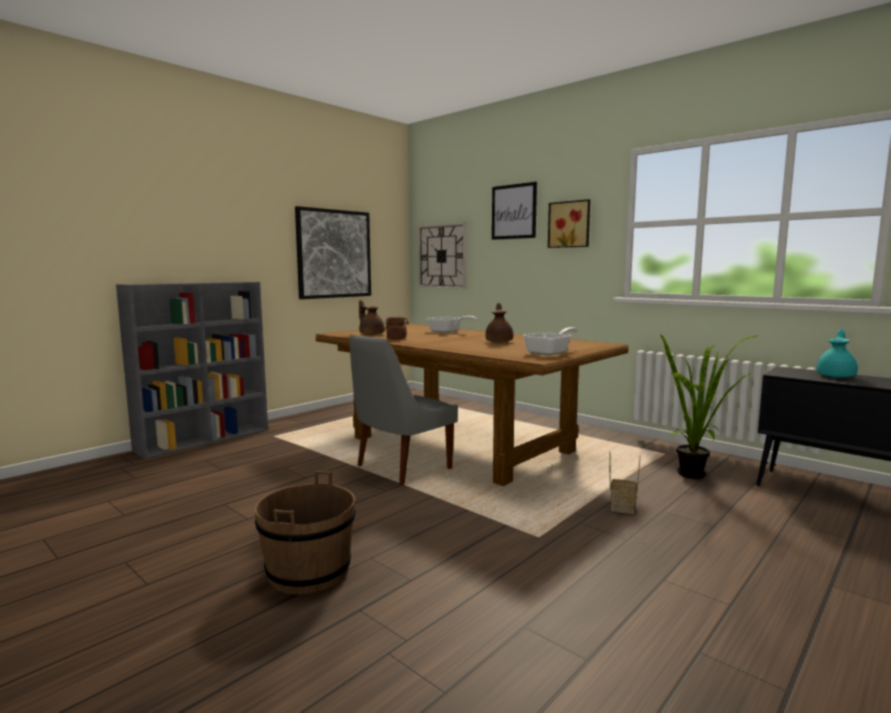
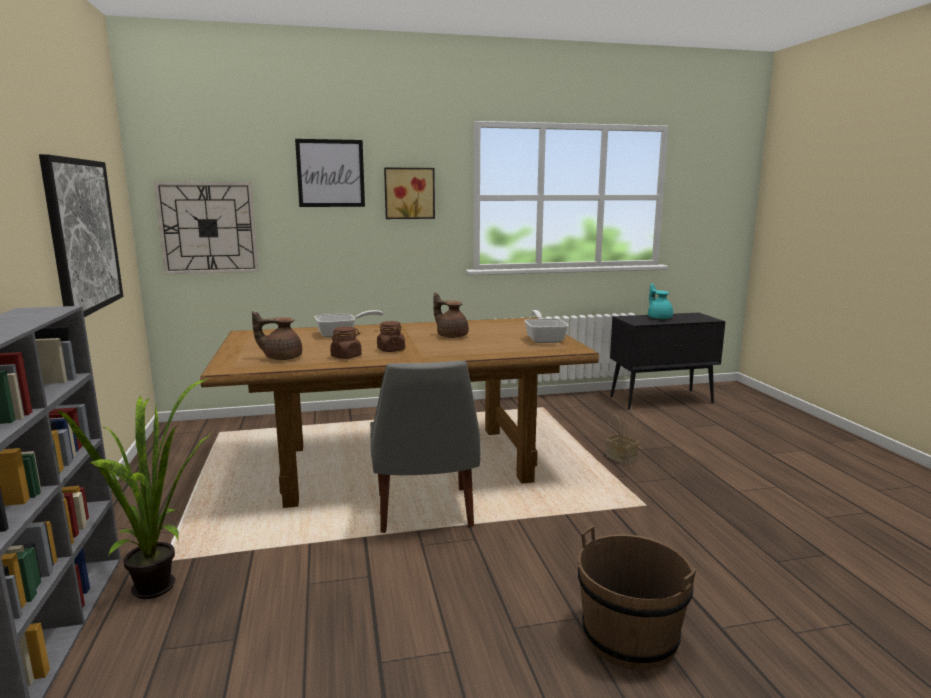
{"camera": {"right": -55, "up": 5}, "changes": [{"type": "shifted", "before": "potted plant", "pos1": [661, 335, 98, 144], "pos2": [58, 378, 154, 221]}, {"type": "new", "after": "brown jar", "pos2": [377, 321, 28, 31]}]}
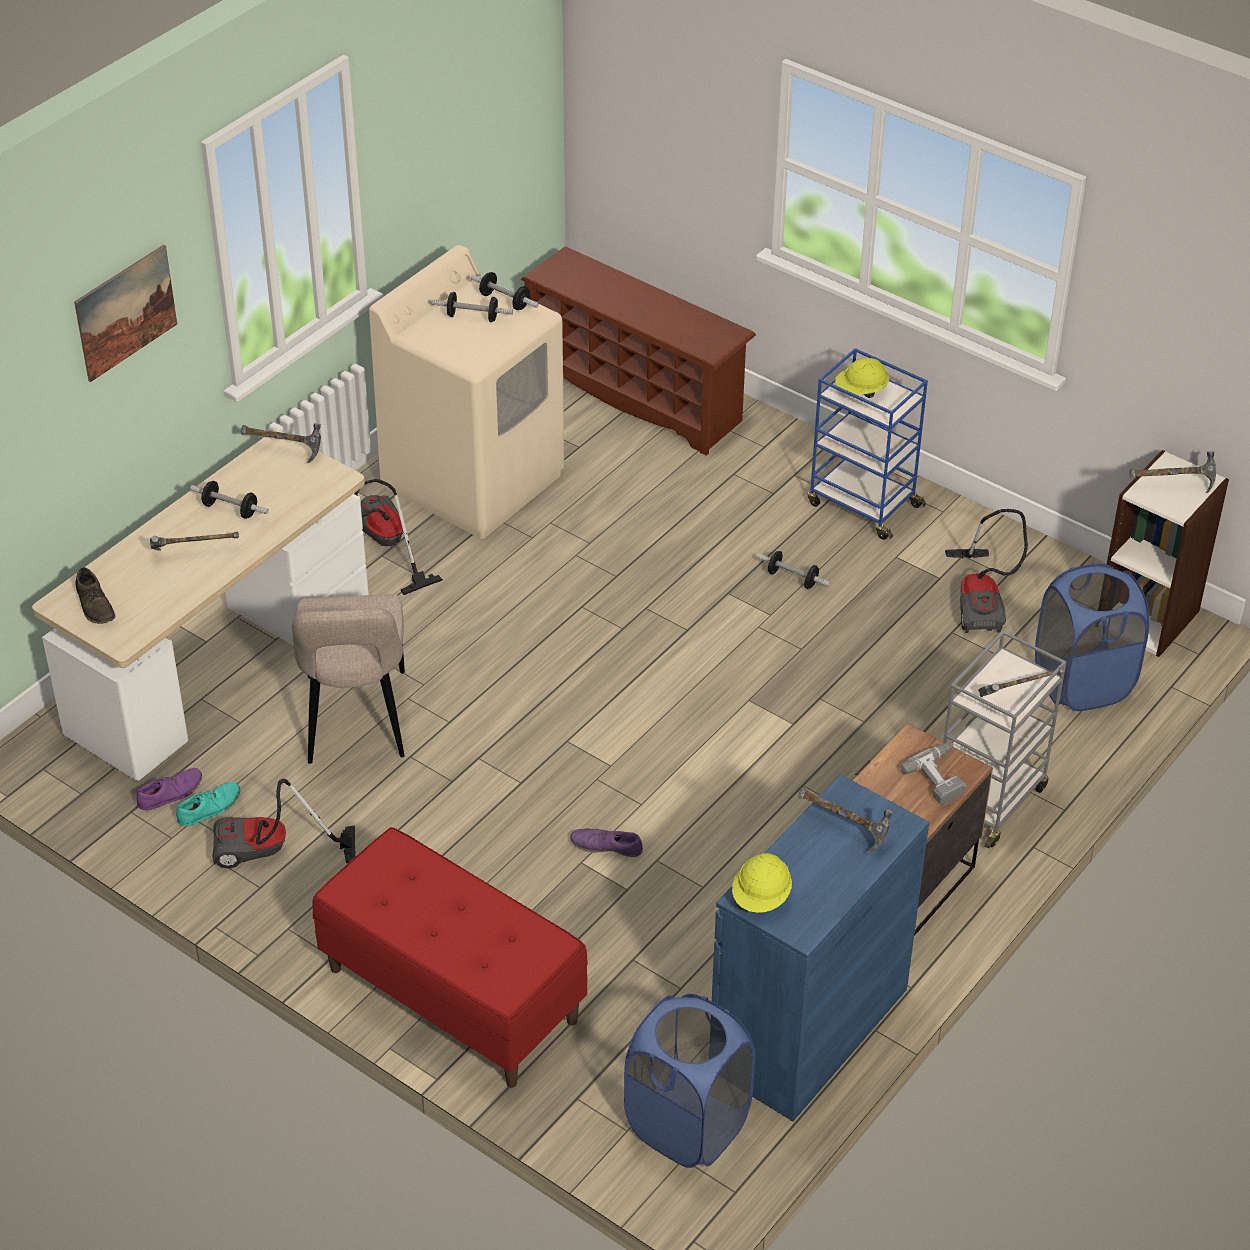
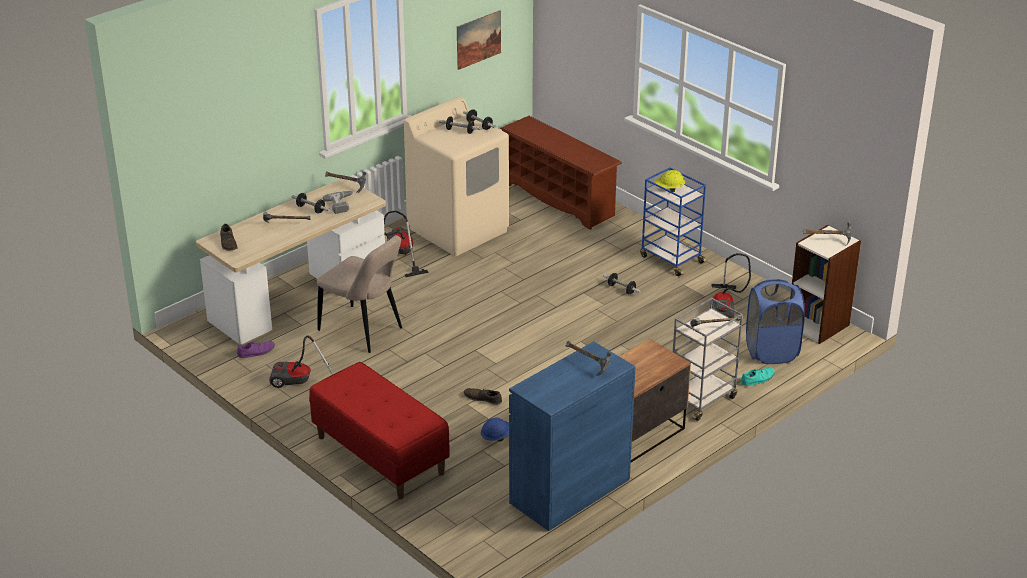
{"camera": {"right": 10, "up": -10}, "changes": [{"type": "rotated", "before": "beige chair", "pos1": [292, 594, 113, 170], "pos2": [317, 235, 85, 118], "turn": -60}, {"type": "shifted", "before": "power drill", "pos1": [901, 743, 65, 63], "pos2": [323, 191, 30, 23]}, {"type": "shifted", "before": "picture", "pos1": [74, 245, 103, 137], "pos2": [457, 11, 44, 59]}, {"type": "repainted", "before": "purple shoe", "after": "brown shoe", "pos1": [570, 828, 73, 29], "pos2": [464, 388, 38, 17]}, {"type": "new", "after": "blue hard hat", "pos2": [481, 418, 28, 24]}, {"type": "shifted", "before": "turquoise shoe", "pos1": [176, 782, 64, 44], "pos2": [741, 367, 34, 19]}, {"type": "gone", "before": "blue laundry basket", "pos1": [624, 994, 131, 174]}, {"type": "gone", "before": "yellow hard hat", "pos1": [732, 853, 60, 60]}]}
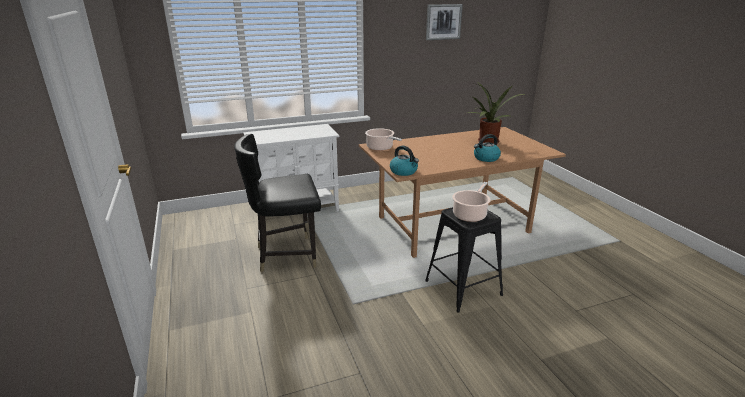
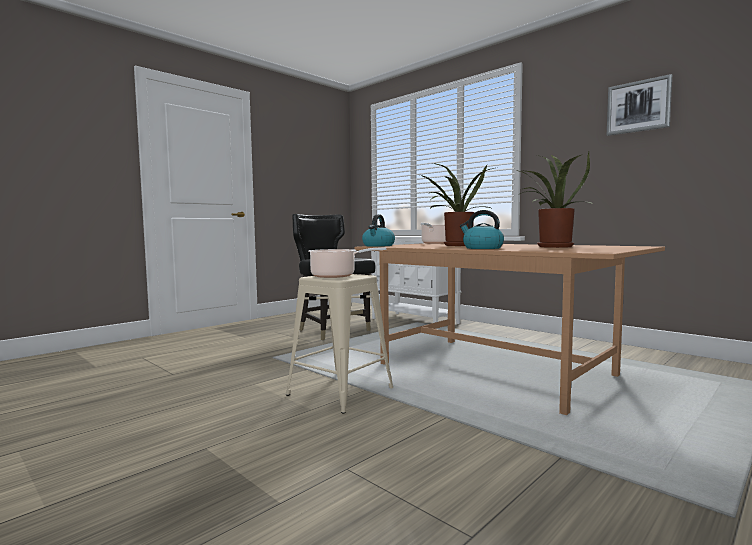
{"camera": {"right": 65, "up": -20}, "changes": [{"type": "repainted", "before": "black stool", "after": "beige stool", "pos1": [425, 207, 78, 105], "pos2": [286, 274, 107, 139]}, {"type": "new", "after": "potted plant", "pos2": [420, 163, 74, 83]}]}
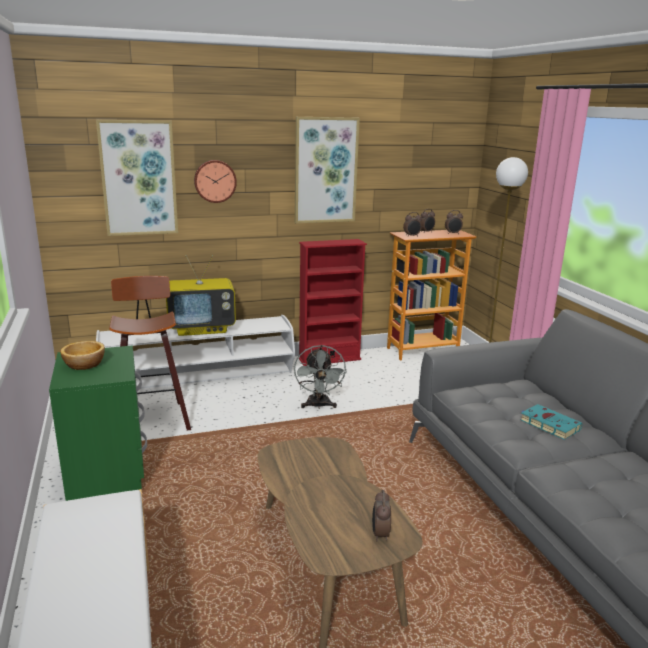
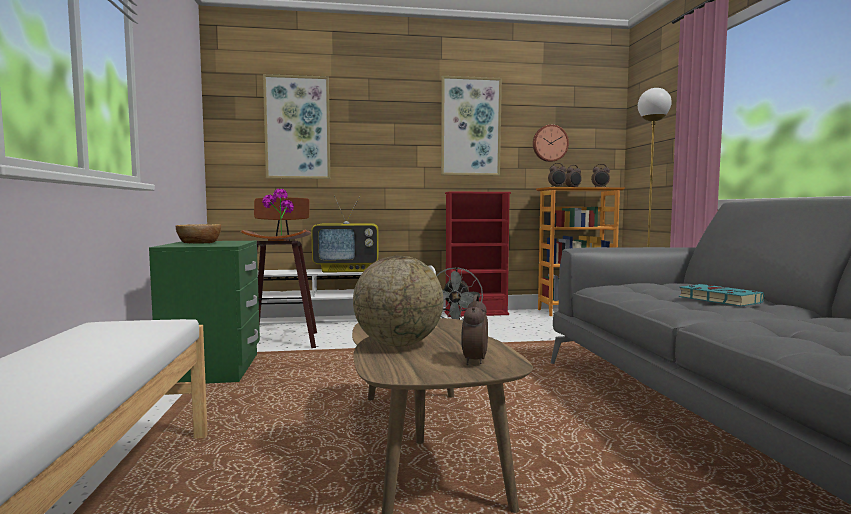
{"camera": {"right": 10, "up": -15}, "changes": [{"type": "new", "after": "potted plant", "pos2": [262, 189, 32, 46]}, {"type": "new", "after": "globe", "pos2": [353, 256, 90, 90]}, {"type": "shifted", "before": "wall clock", "pos1": [194, 160, 43, 43], "pos2": [533, 125, 36, 37]}]}
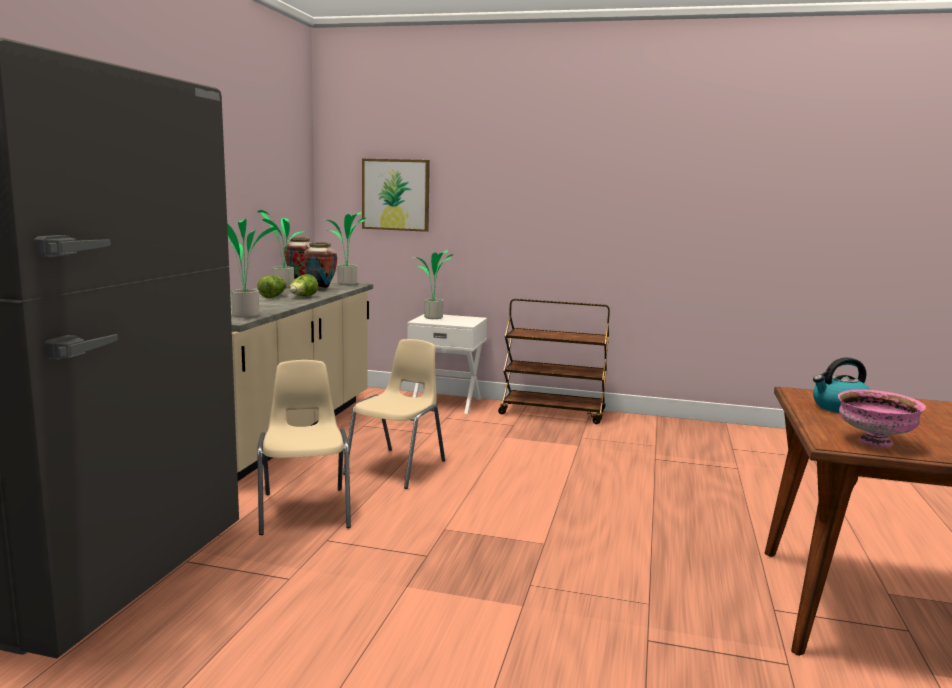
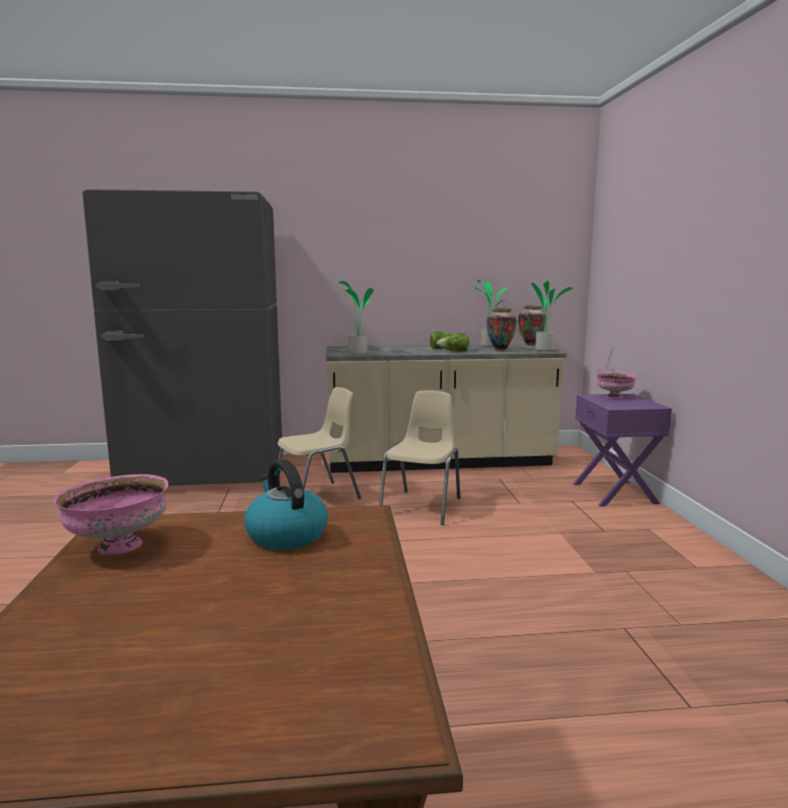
{"camera": {"right": 70, "up": 0}, "changes": [{"type": "rotated", "before": "beige chair", "pos1": [343, 339, 102, 150], "pos2": [379, 390, 81, 135], "turn": -75}, {"type": "repainted", "before": "white nightstand", "after": "purple nightstand", "pos1": [407, 314, 80, 100], "pos2": [573, 394, 99, 113]}, {"type": "swapped", "before": "potted plant", "after": "pink bowl", "pos1": [412, 250, 41, 69], "pos2": [596, 372, 41, 27]}, {"type": "gone", "before": "picture", "pos1": [362, 159, 68, 73]}, {"type": "gone", "before": "brown cart", "pos1": [498, 299, 112, 125]}]}
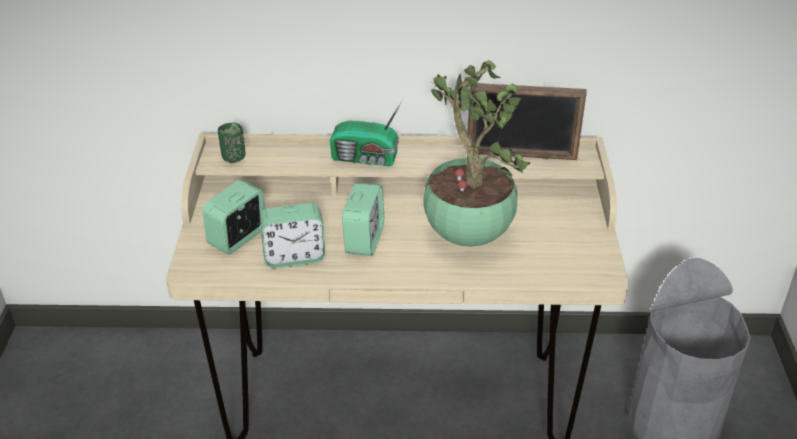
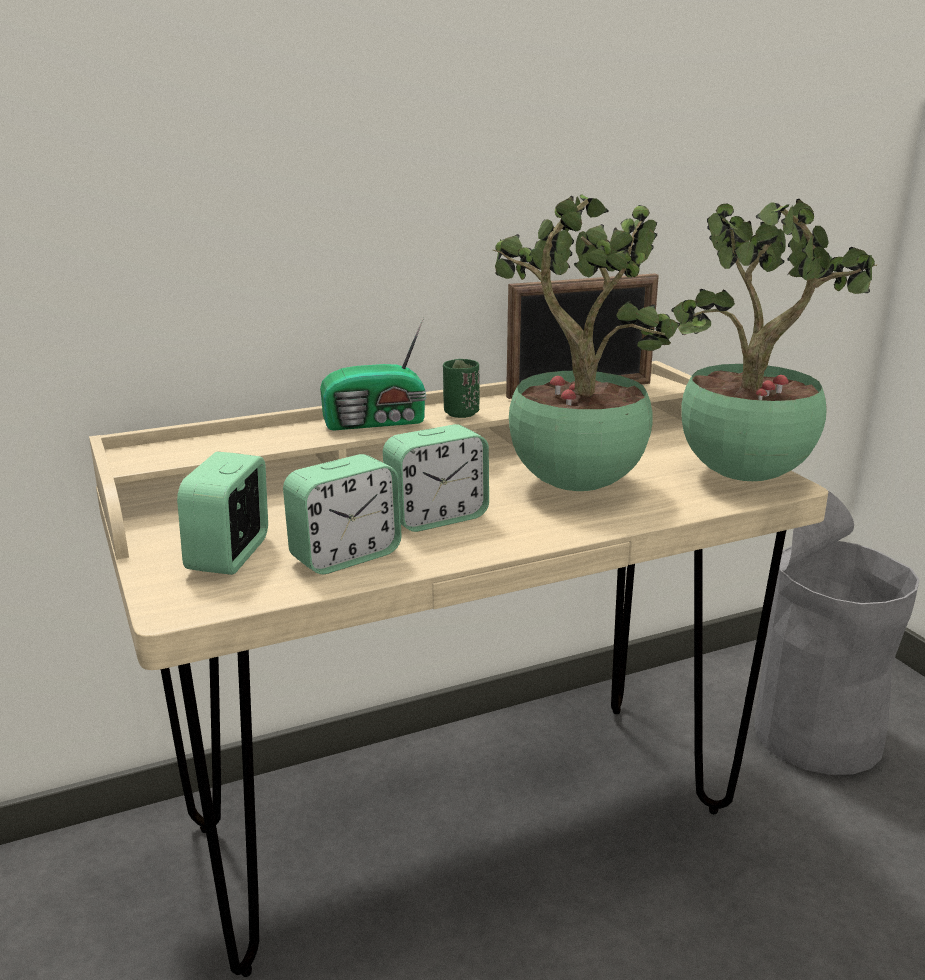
{"camera": {"right": -25, "up": -15}, "changes": [{"type": "rotated", "before": "alarm clock", "pos1": [342, 183, 42, 73], "pos2": [383, 424, 106, 108], "turn": 75}, {"type": "shifted", "before": "green cup", "pos1": [218, 123, 27, 40], "pos2": [443, 359, 37, 59]}, {"type": "new", "after": "potted plant", "pos2": [671, 199, 206, 282]}]}
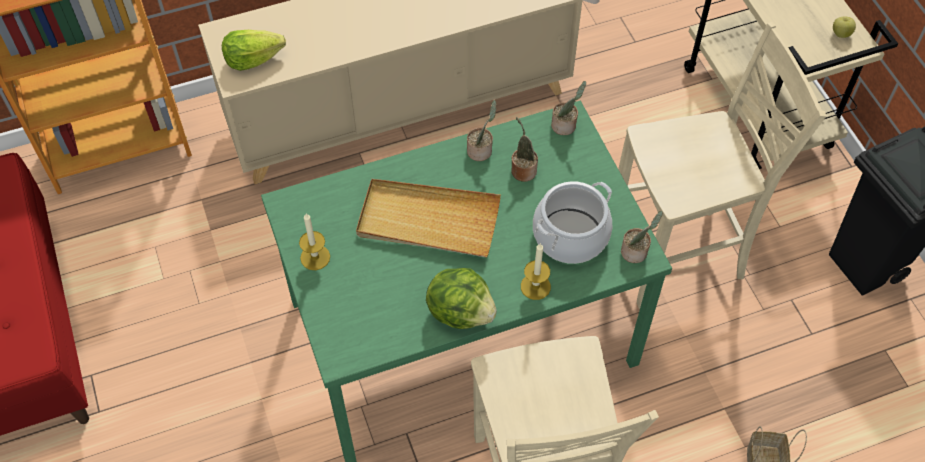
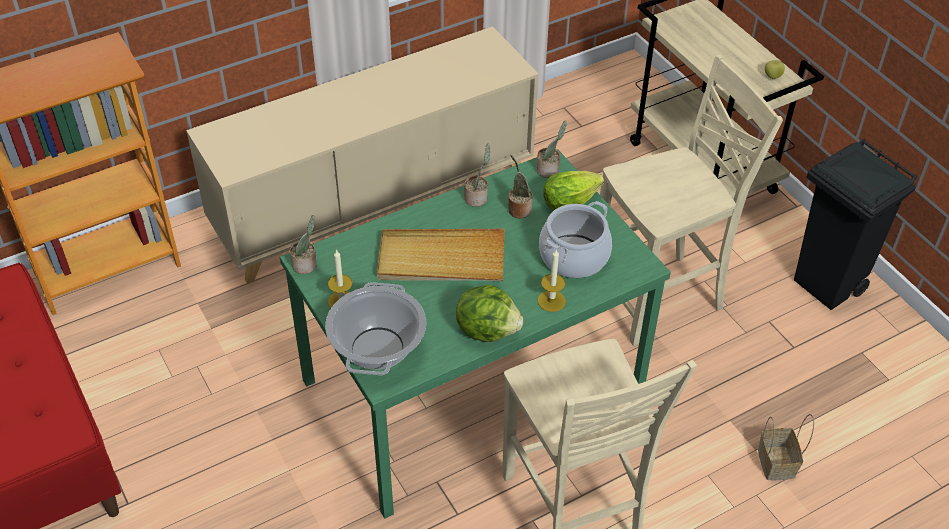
{"camera": {"right": -10, "up": -10}, "changes": [{"type": "shifted", "before": "potted plant", "pos1": [621, 211, 42, 52], "pos2": [290, 215, 27, 59]}, {"type": "new", "after": "cooking pot", "pos2": [325, 282, 101, 93]}, {"type": "shifted", "before": "lettuce", "pos1": [222, 30, 64, 41], "pos2": [543, 171, 61, 40]}]}
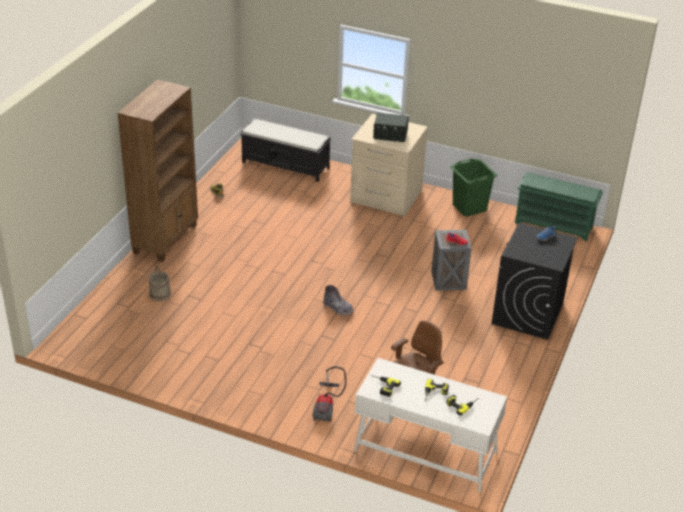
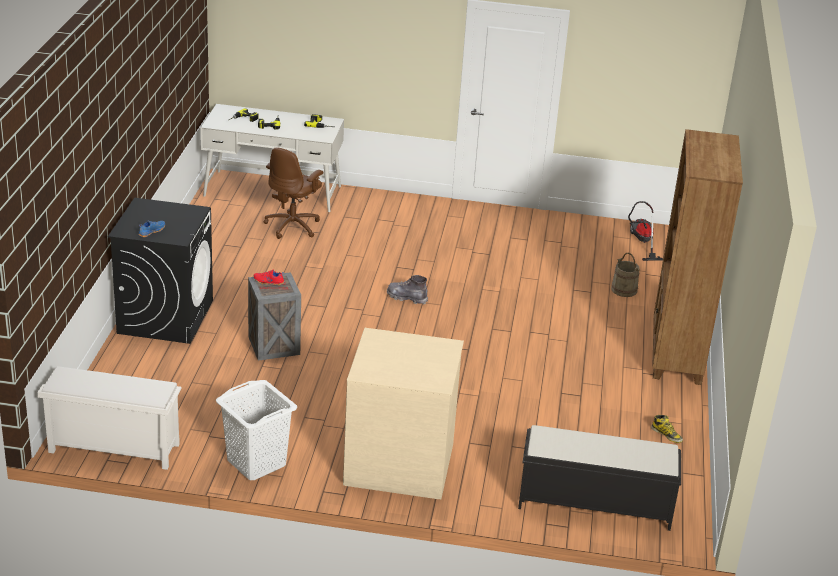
{"camera": {"right": 165, "up": -5}, "changes": [{"type": "repainted", "before": "green shoe rack", "after": "white shoe rack", "pos1": [515, 172, 88, 69], "pos2": [37, 366, 145, 104]}, {"type": "repainted", "before": "green laundry basket", "after": "white laundry basket", "pos1": [450, 158, 47, 58], "pos2": [216, 380, 81, 100]}, {"type": "shifted", "before": "vacuum cleaner", "pos1": [312, 366, 34, 56], "pos2": [628, 201, 35, 60]}, {"type": "gone", "before": "radio", "pos1": [373, 113, 36, 29]}]}
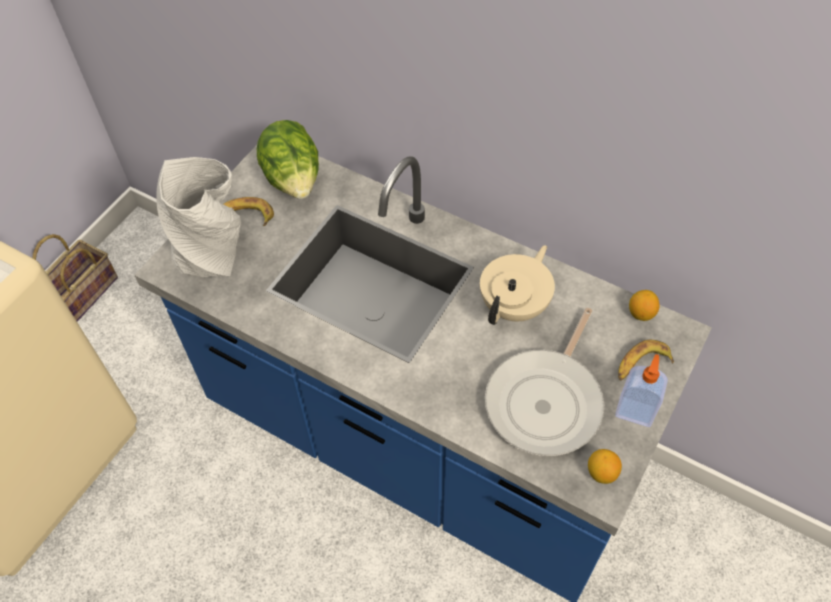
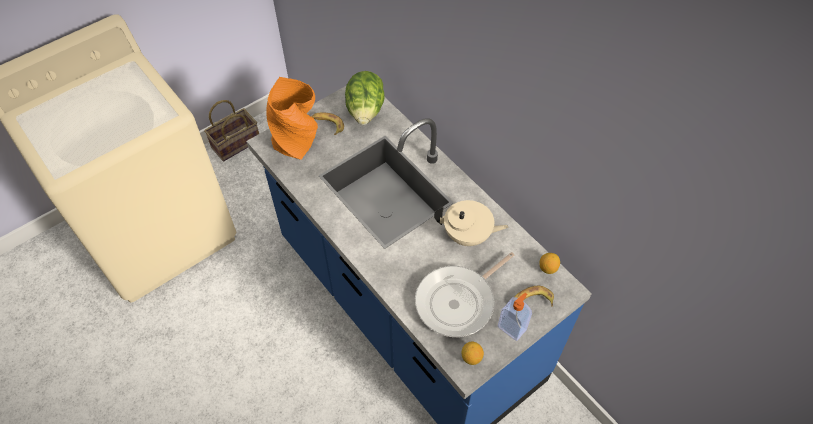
{"camera": {"right": 20, "up": 0}, "changes": [{"type": "repainted", "before": "grey vase", "after": "orange vase", "pos1": [156, 157, 85, 120], "pos2": [266, 77, 52, 83]}, {"type": "rotated", "before": "beige teapot", "pos1": [480, 245, 75, 80], "pos2": [434, 200, 75, 46], "turn": 45}]}
